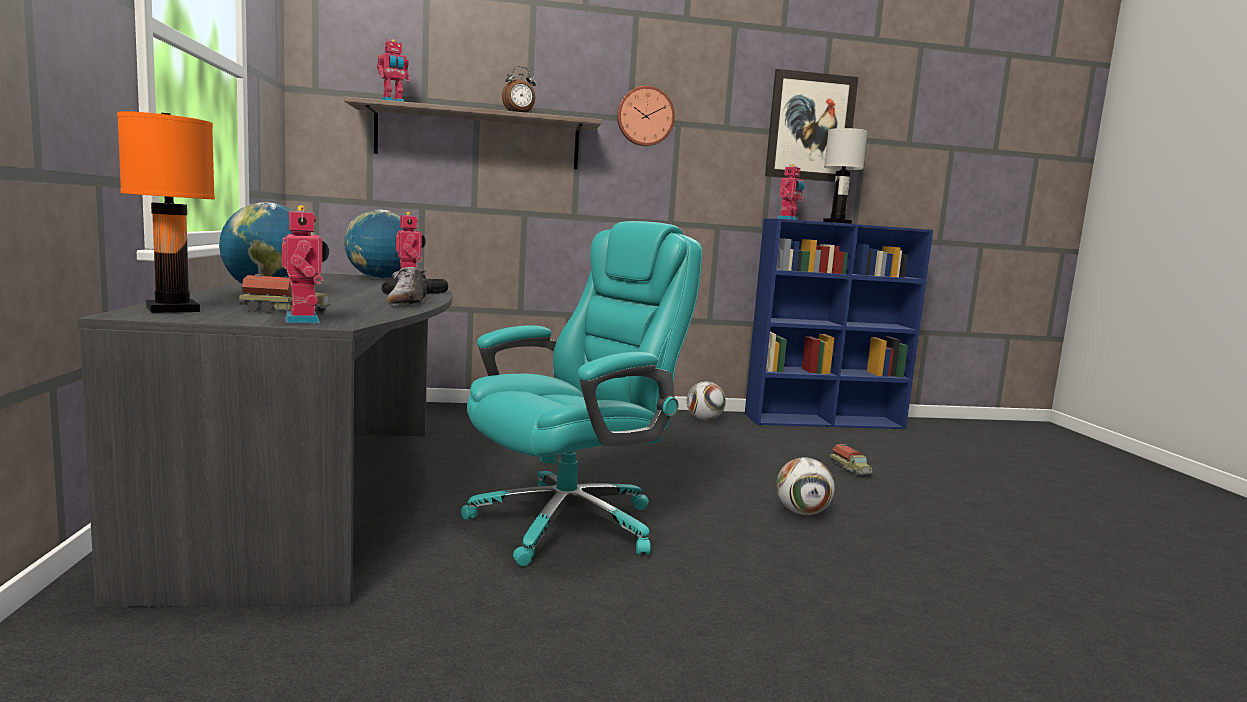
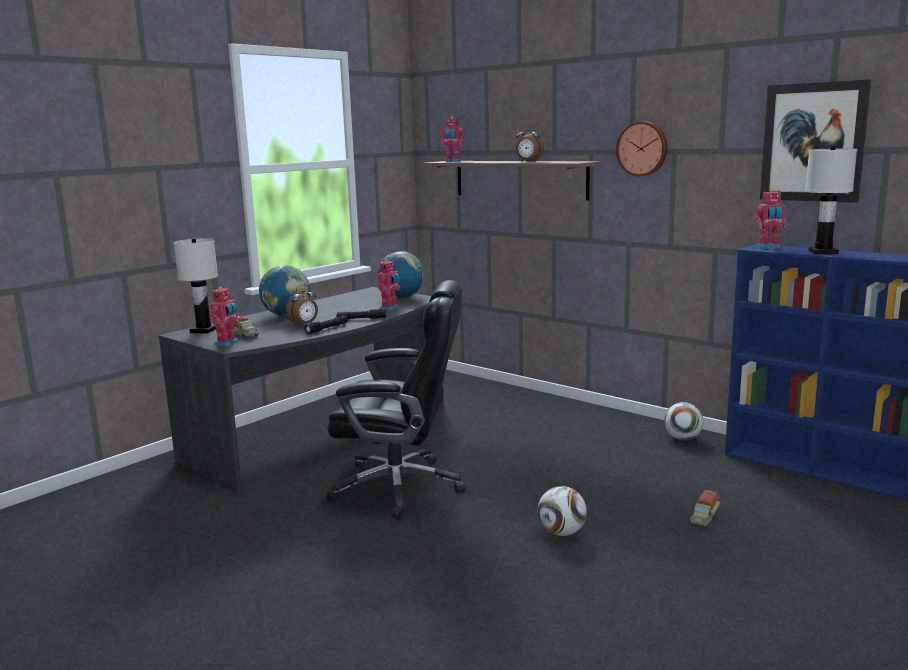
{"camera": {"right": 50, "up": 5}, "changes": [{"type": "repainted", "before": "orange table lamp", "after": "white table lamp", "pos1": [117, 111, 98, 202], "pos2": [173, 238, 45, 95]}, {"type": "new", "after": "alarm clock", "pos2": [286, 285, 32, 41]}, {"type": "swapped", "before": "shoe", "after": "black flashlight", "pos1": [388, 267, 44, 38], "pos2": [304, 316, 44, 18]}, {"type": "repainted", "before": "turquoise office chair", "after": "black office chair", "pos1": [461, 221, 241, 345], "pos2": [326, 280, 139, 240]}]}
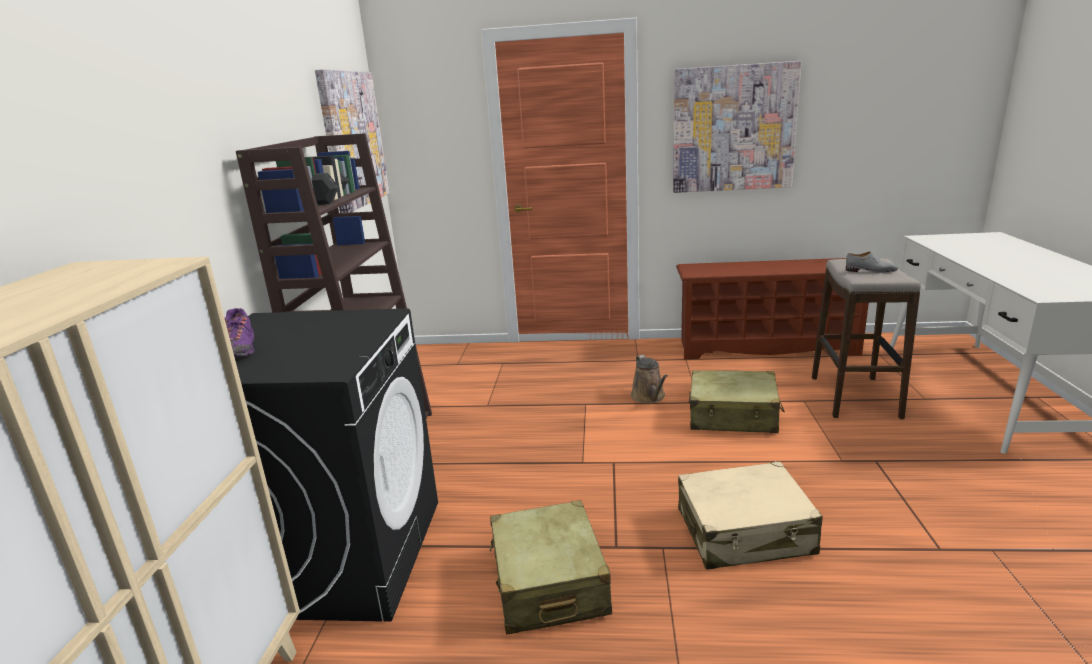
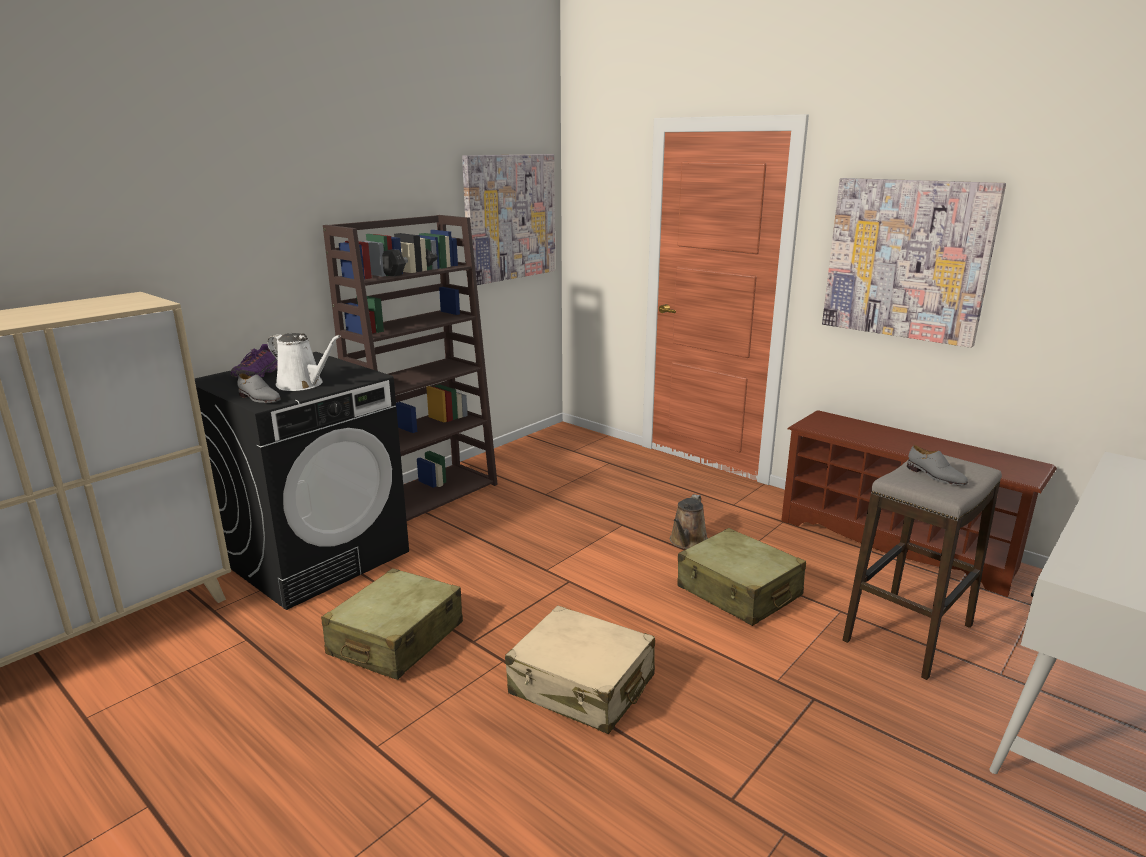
{"camera": {"right": 35, "up": 0}, "changes": [{"type": "new", "after": "grey shoe", "pos2": [237, 374, 44, 29]}, {"type": "new", "after": "white watering can", "pos2": [267, 333, 74, 58]}]}
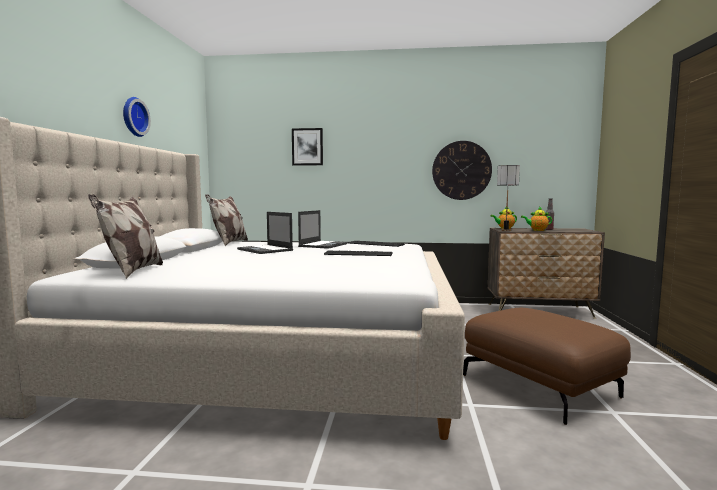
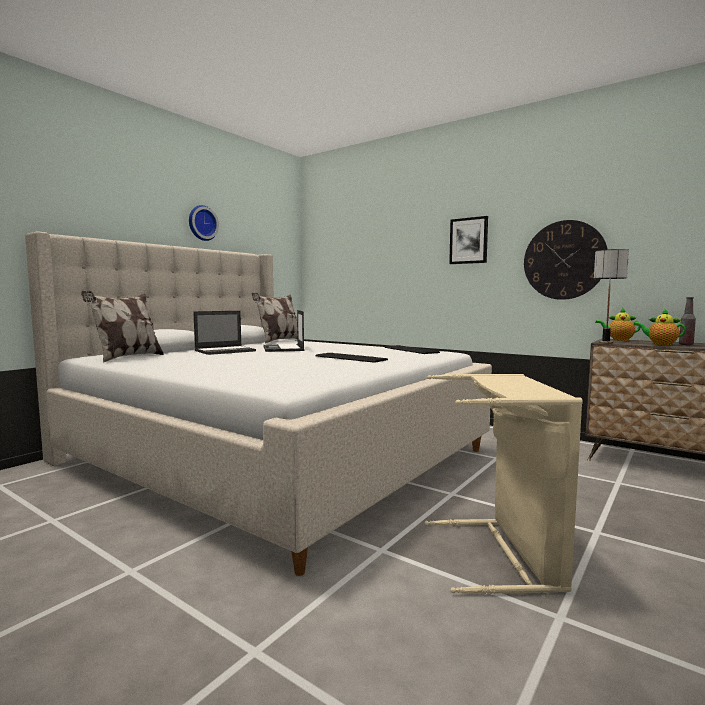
{"camera": {"right": 30, "up": 0}, "changes": [{"type": "shifted", "before": "laptop", "pos1": [298, 210, 50, 39], "pos2": [193, 311, 63, 44]}, {"type": "swapped", "before": "brown ottoman", "after": "beige laundry basket", "pos1": [463, 308, 168, 117], "pos2": [425, 374, 158, 220]}, {"type": "shifted", "before": "picture", "pos1": [292, 128, 31, 38], "pos2": [449, 216, 39, 48]}]}
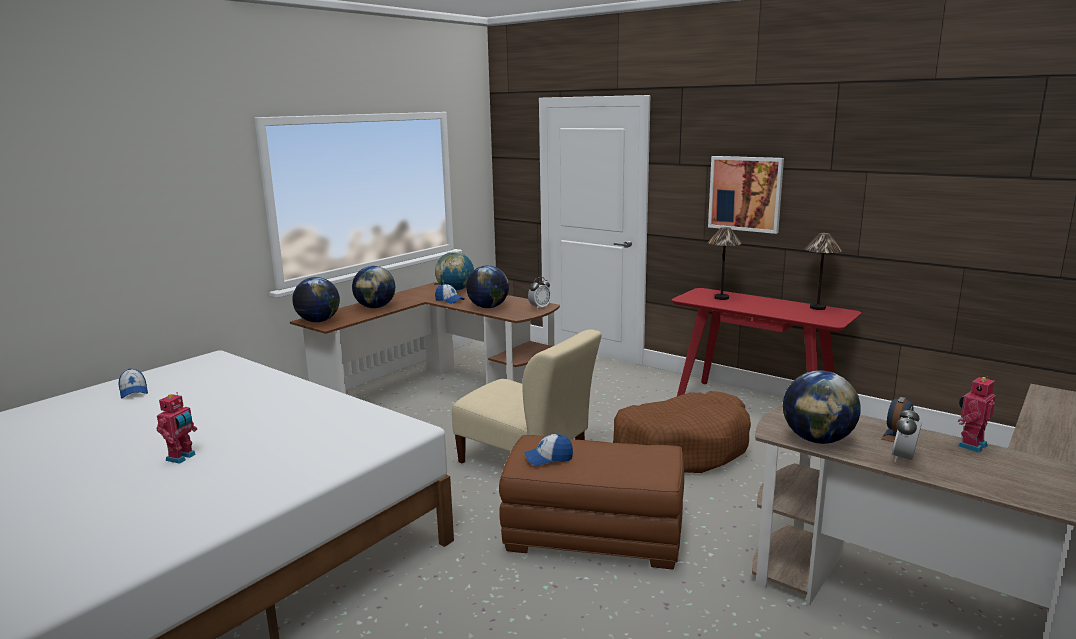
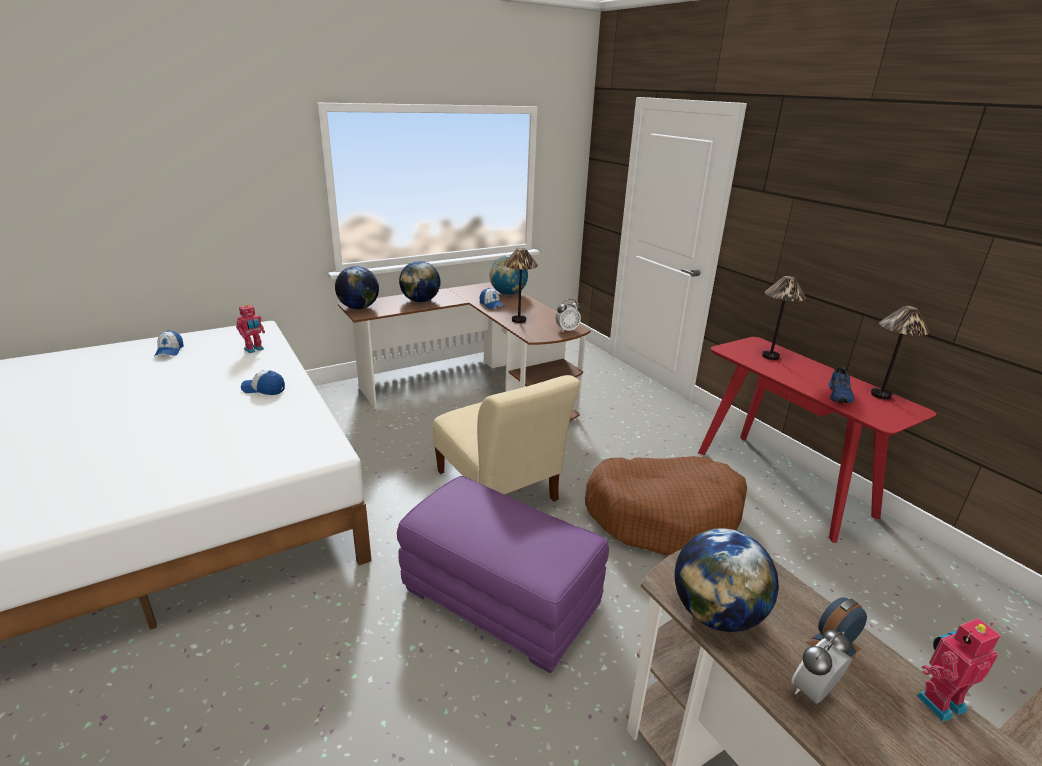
{"camera": {"right": 20, "up": 10}, "changes": [{"type": "shifted", "before": "toy robot", "pos1": [156, 392, 41, 72], "pos2": [236, 304, 29, 49]}, {"type": "shifted", "before": "cap", "pos1": [524, 434, 49, 32], "pos2": [241, 370, 44, 25]}, {"type": "repainted", "before": "brown ottoman", "after": "purple ottoman", "pos1": [499, 435, 185, 134], "pos2": [397, 476, 212, 197]}, {"type": "swapped", "before": "globe", "after": "table lamp", "pos1": [466, 265, 43, 43], "pos2": [504, 248, 34, 75]}, {"type": "new", "after": "blue shoe", "pos2": [829, 367, 25, 36]}, {"type": "gone", "before": "picture", "pos1": [708, 156, 76, 78]}]}
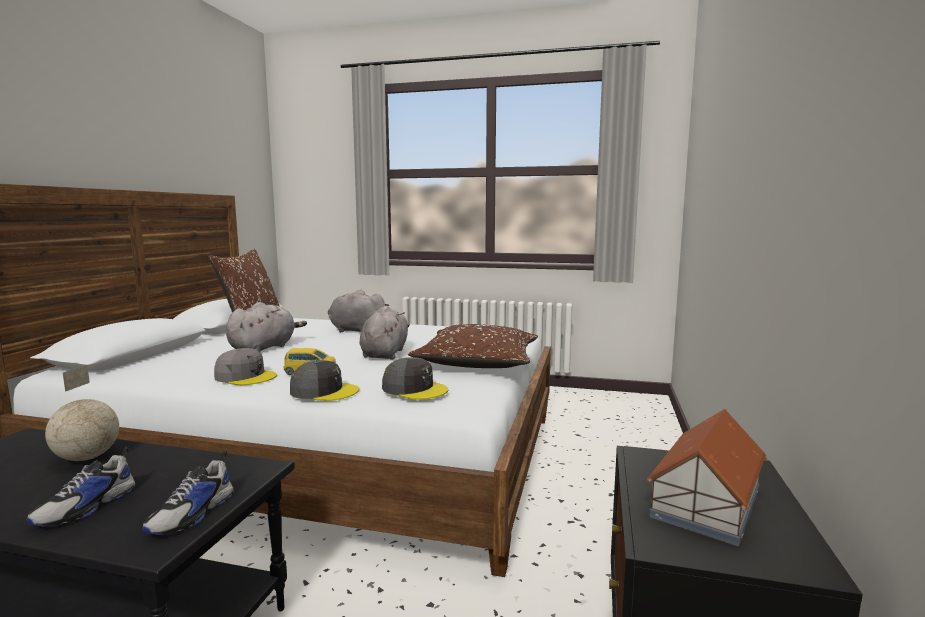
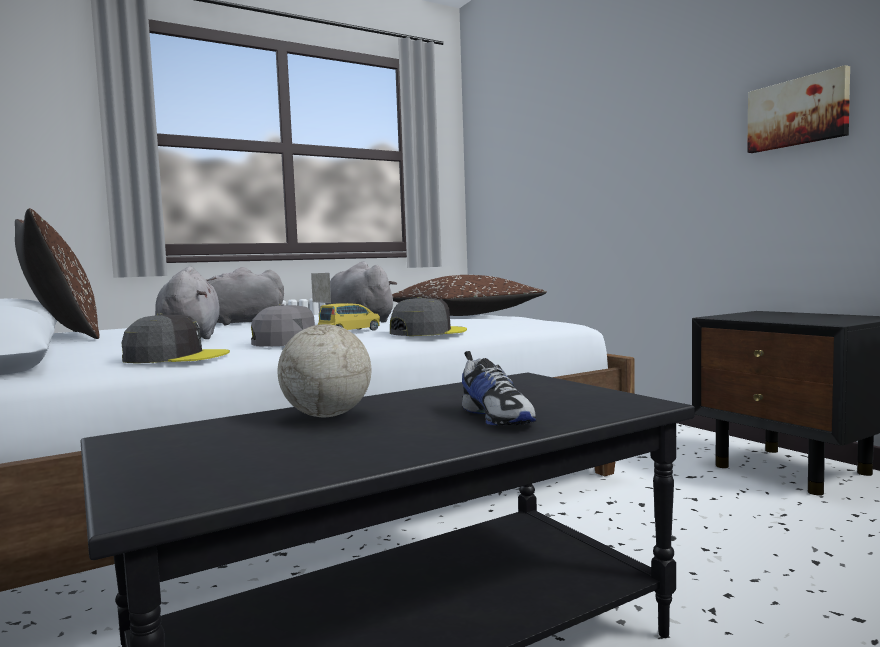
{"camera": {"right": -45, "up": -5}, "changes": [{"type": "shifted", "before": "grey cap", "pos1": [382, 357, 67, 43], "pos2": [122, 313, 108, 50]}, {"type": "new", "after": "picture", "pos2": [747, 65, 103, 88]}, {"type": "gone", "before": "shoe", "pos1": [142, 451, 92, 84]}, {"type": "gone", "before": "toy house", "pos1": [647, 409, 120, 137]}]}
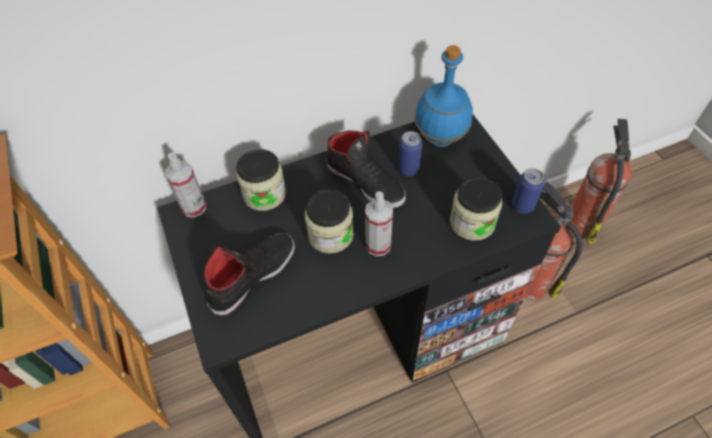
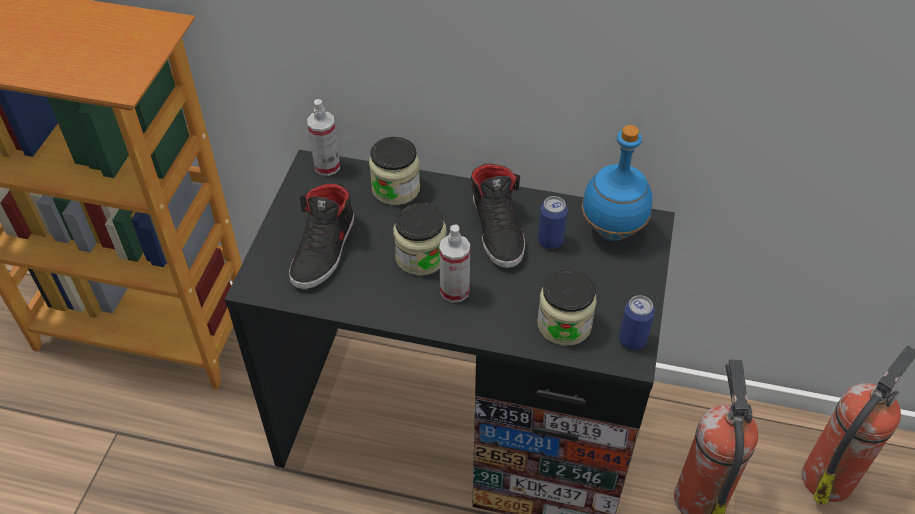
{"camera": {"right": 35, "up": -5}, "changes": [{"type": "rotated", "before": "black shoe", "pos1": [203, 233, 92, 83], "pos2": [289, 184, 65, 105], "turn": 120}]}
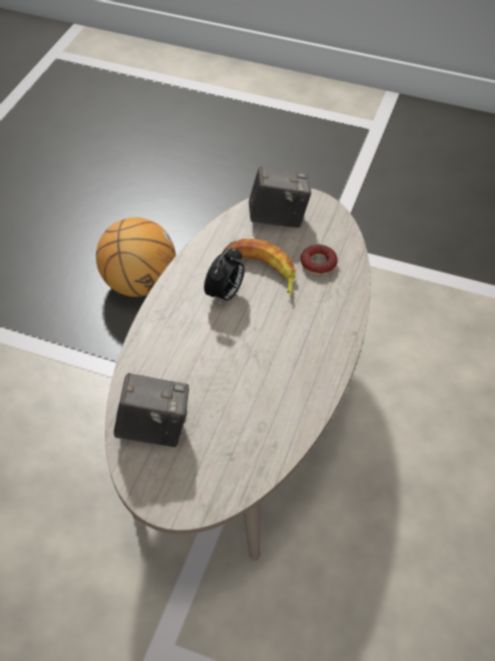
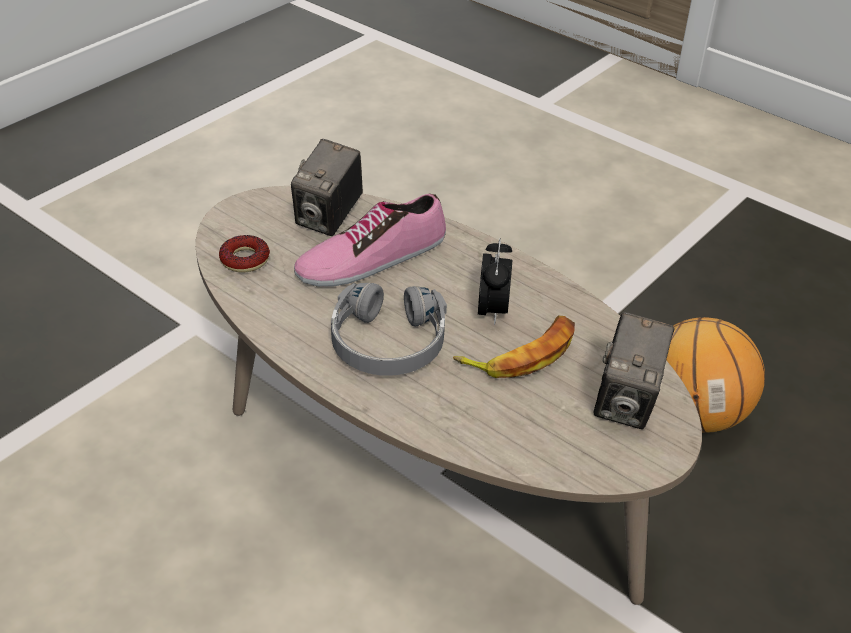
{"camera": {"right": 110, "up": -10}, "changes": [{"type": "shifted", "before": "donut", "pos1": [301, 245, 37, 30], "pos2": [219, 235, 51, 38]}, {"type": "new", "after": "shoe", "pos2": [294, 194, 152, 93]}, {"type": "new", "after": "grey headphones", "pos2": [331, 283, 116, 93]}, {"type": "rotated", "before": "alarm clock", "pos1": [204, 247, 41, 58], "pos2": [478, 238, 34, 87], "turn": -135}]}
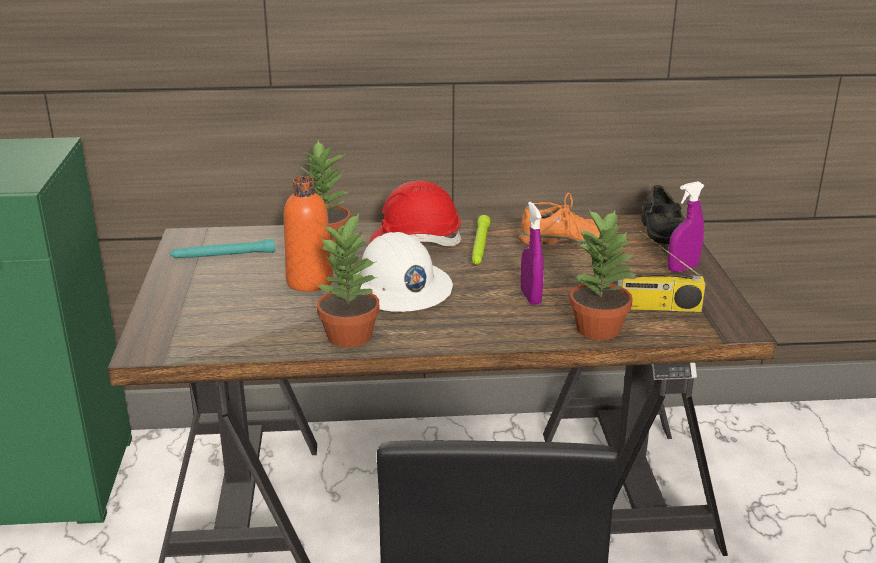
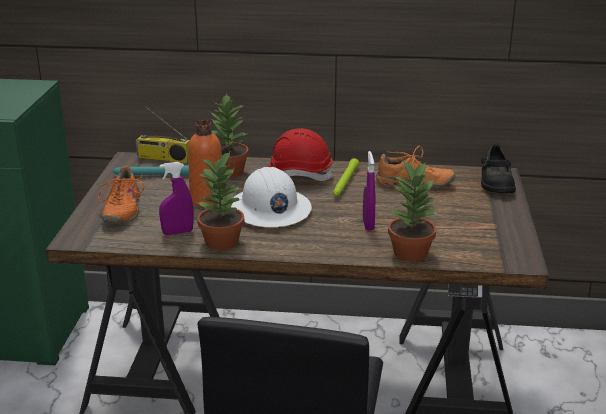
{"camera": {"right": 10, "up": 0}, "changes": [{"type": "new", "after": "orange shoe", "pos2": [97, 166, 47, 57]}, {"type": "shifted", "before": "radio", "pos1": [617, 230, 89, 82], "pos2": [136, 107, 54, 56]}, {"type": "shifted", "before": "purple spray bottle", "pos1": [668, 181, 37, 91], "pos2": [159, 162, 35, 73]}]}
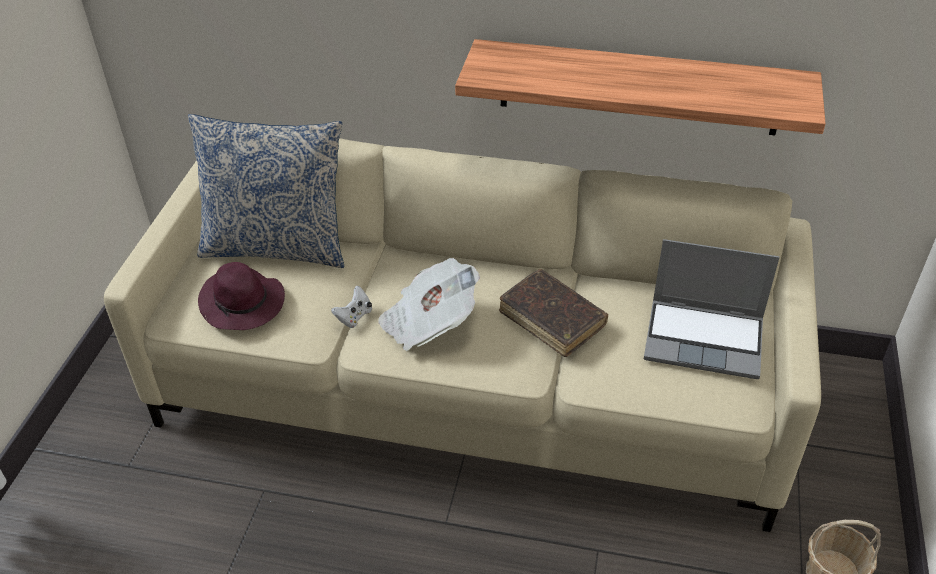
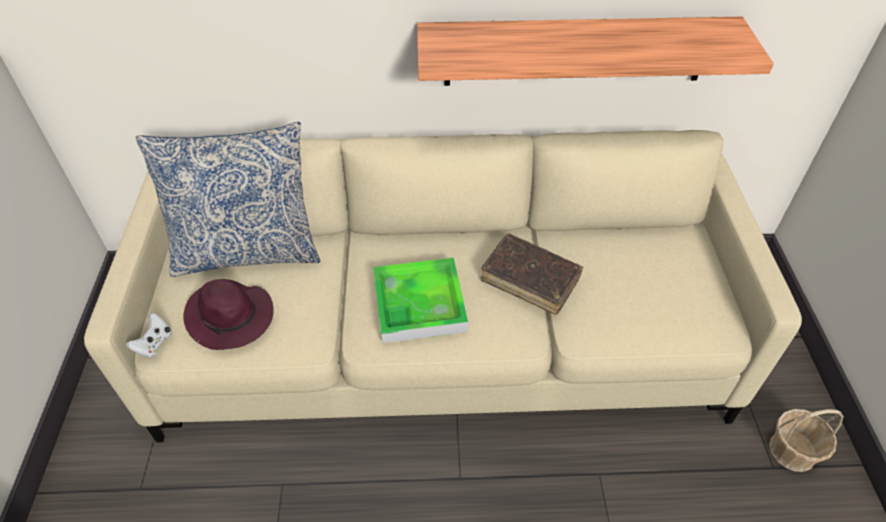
{"camera": {"right": -15, "up": 5}, "changes": [{"type": "shifted", "before": "white game controller", "pos1": [331, 286, 41, 42], "pos2": [126, 313, 46, 45]}, {"type": "swapped", "before": "newspaper", "after": "tray", "pos1": [378, 258, 102, 93], "pos2": [373, 258, 95, 85]}, {"type": "gone", "before": "laptop", "pos1": [644, 239, 136, 140]}]}
